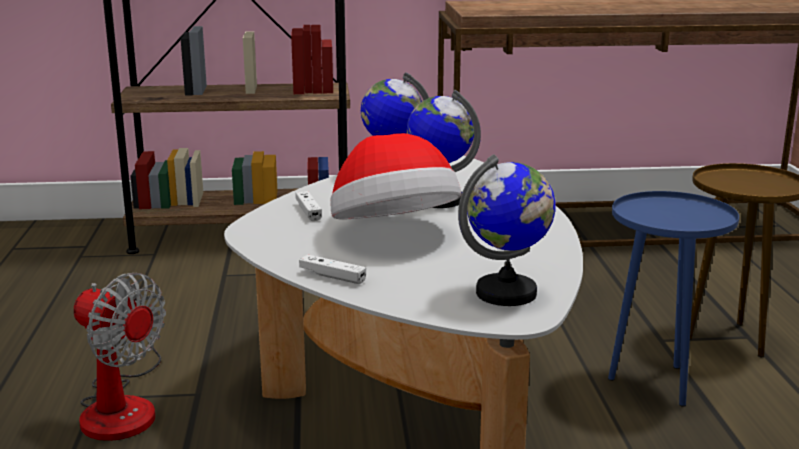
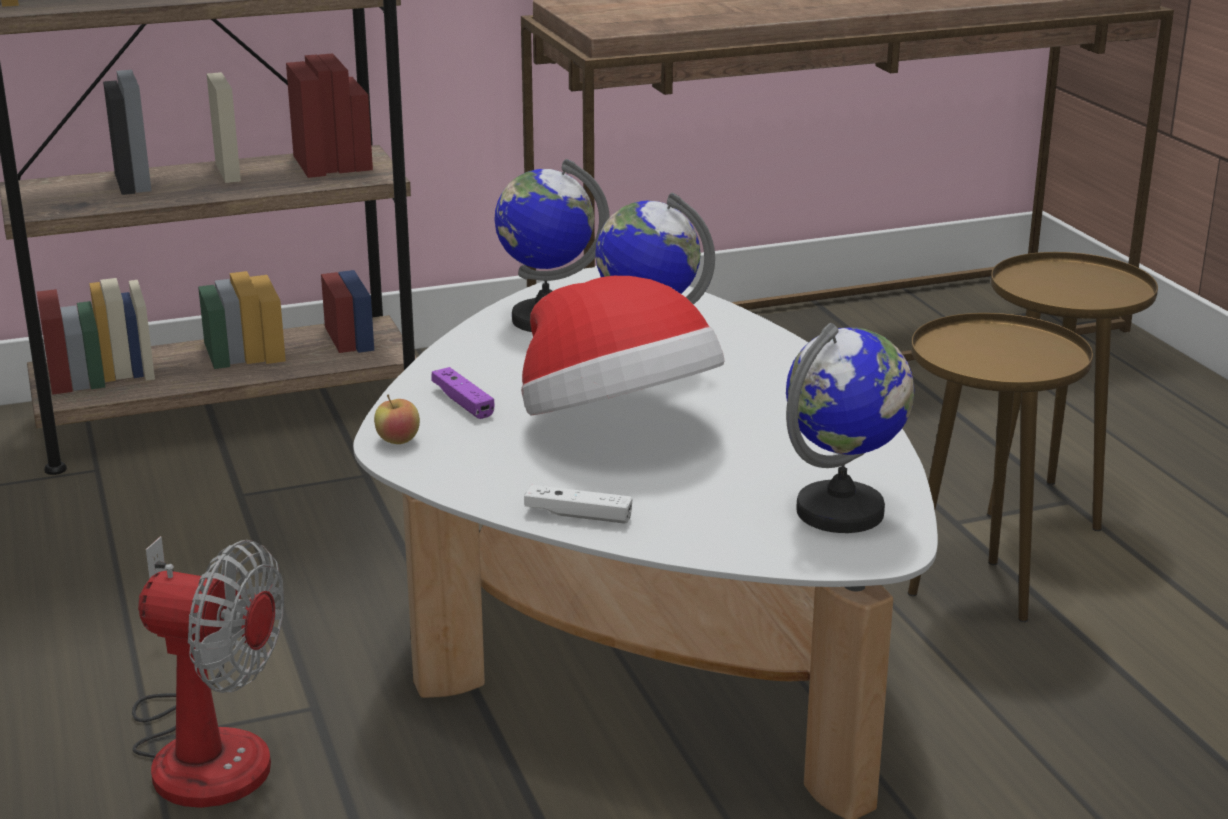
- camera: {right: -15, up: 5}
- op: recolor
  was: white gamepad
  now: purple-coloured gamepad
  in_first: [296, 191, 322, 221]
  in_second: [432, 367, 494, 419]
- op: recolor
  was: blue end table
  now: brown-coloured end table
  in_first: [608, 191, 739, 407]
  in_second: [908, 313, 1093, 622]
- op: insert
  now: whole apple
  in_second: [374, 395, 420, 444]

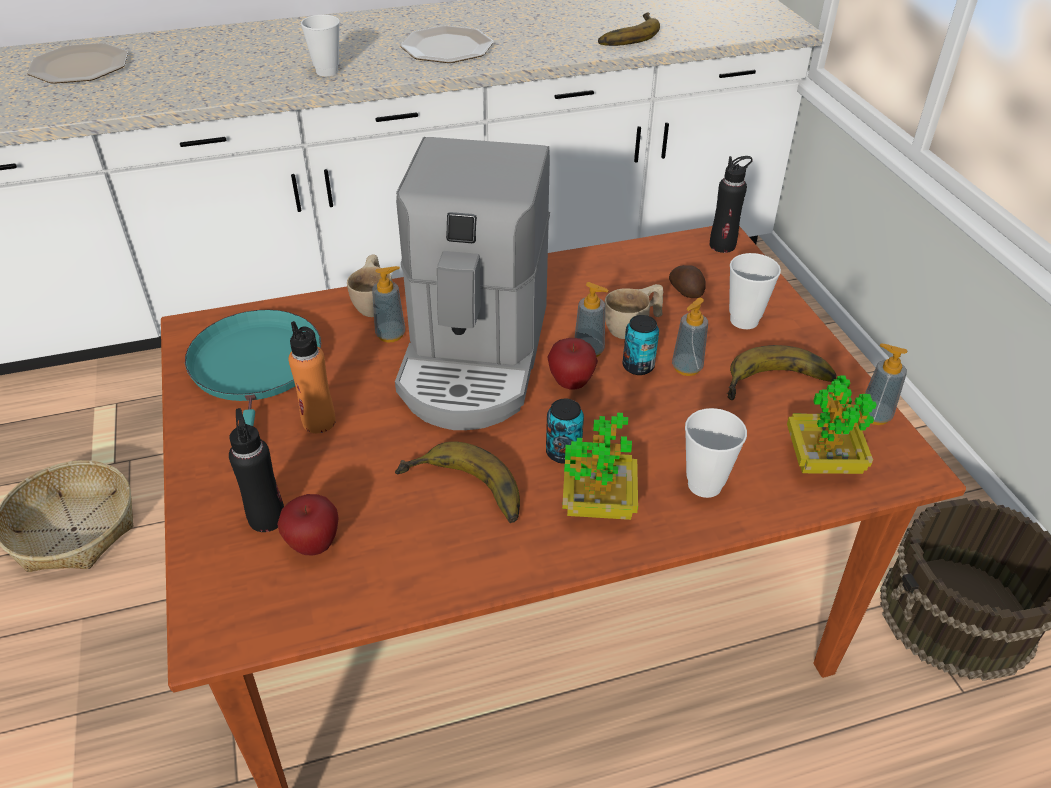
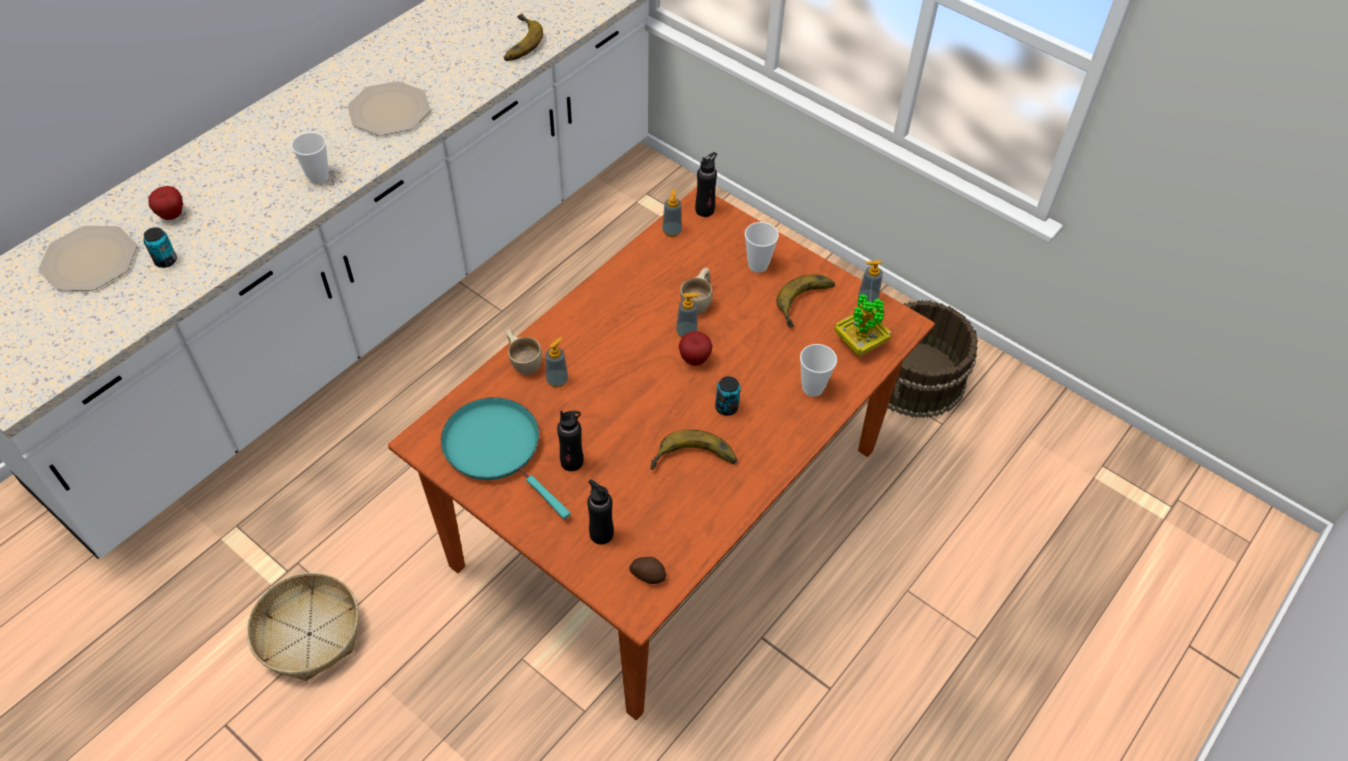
- camera: {right: -35, up: 10}
- op: delete
  was: coffee maker
  in_first: [395, 137, 550, 430]
- op: move
  was: spud
  in_first: [669, 265, 706, 298]
  in_second: [629, 557, 666, 584]
- op: move
  was: liquid soap bottle
  in_first: [672, 298, 708, 376]
  in_second: [662, 190, 682, 237]
- op: move
  was: metal can
  in_first: [622, 315, 659, 375]
  in_second: [143, 227, 177, 268]
- op: recolor
  was: orangey bottle
  now: blackish bottle
  in_first: [289, 321, 336, 433]
  in_second: [557, 411, 584, 471]
- op: delete
  was: plant in a pot
  in_first: [562, 413, 638, 520]
- op: move
  was: whole apple
  in_first: [277, 494, 339, 556]
  in_second: [148, 186, 183, 220]

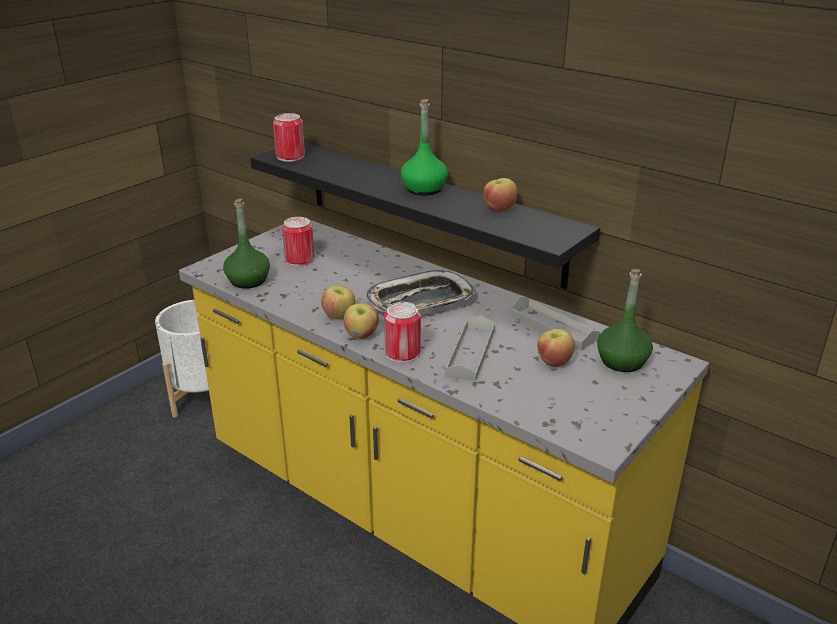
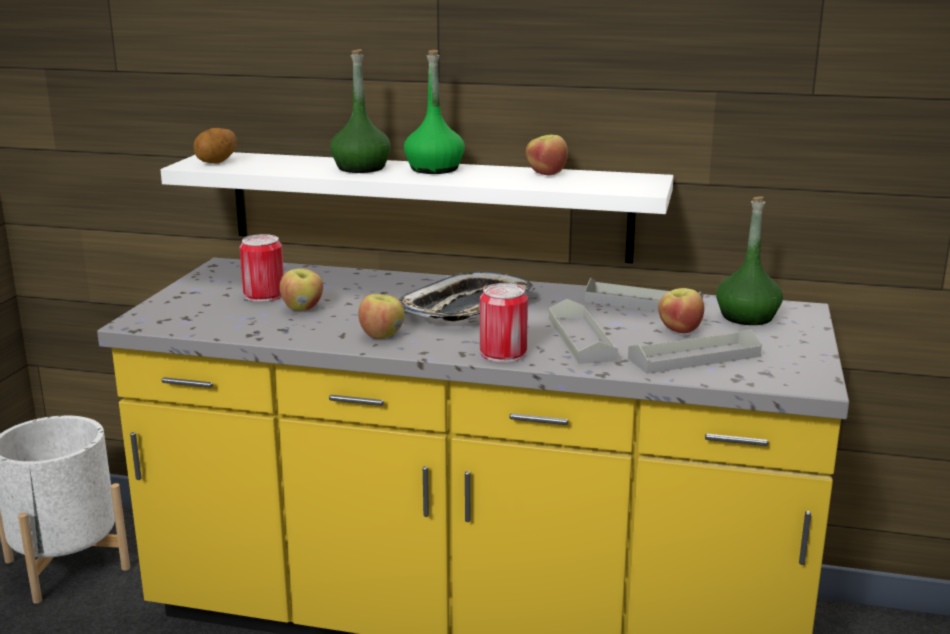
- camera: {right: -25, up: -10}
- op: replace
  was: metal can
  now: spud
  in_first: [273, 113, 305, 162]
  in_second: [193, 128, 237, 164]
- op: recolor
  was: blackish bracket shelf
  now: white bracket shelf
  in_first: [250, 143, 600, 289]
  in_second: [160, 152, 674, 263]
- op: move
  was: greenish bottle
  in_first: [223, 198, 270, 289]
  in_second: [330, 49, 391, 173]
- op: move
  was: whole apple
  in_first: [344, 303, 379, 339]
  in_second: [279, 268, 323, 311]
- op: insert
  now: gray carrying tray
  in_second: [628, 329, 762, 374]

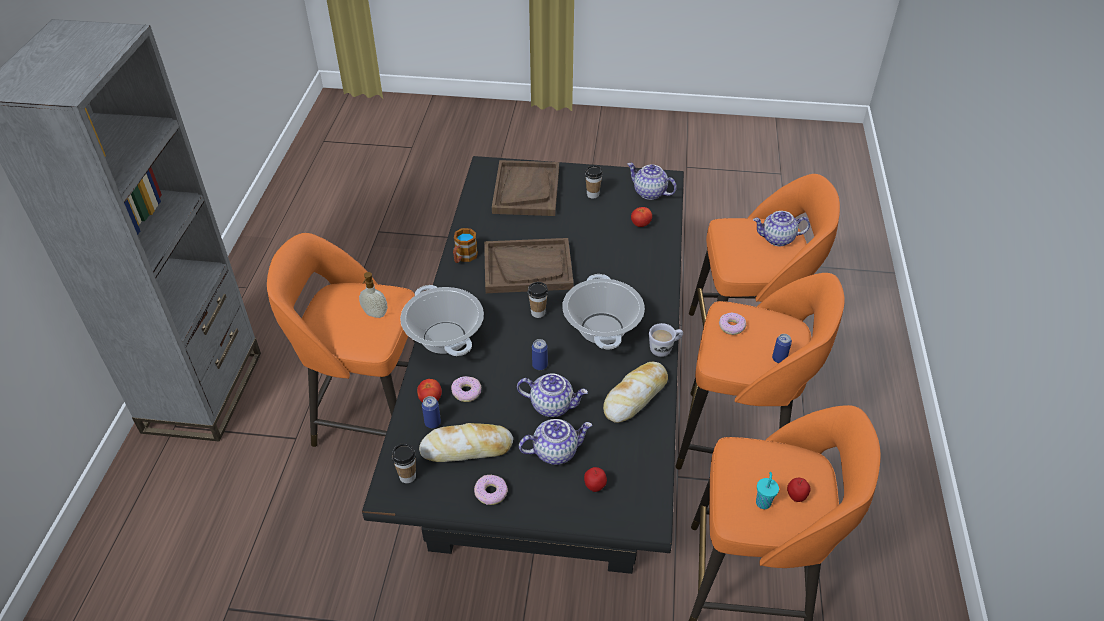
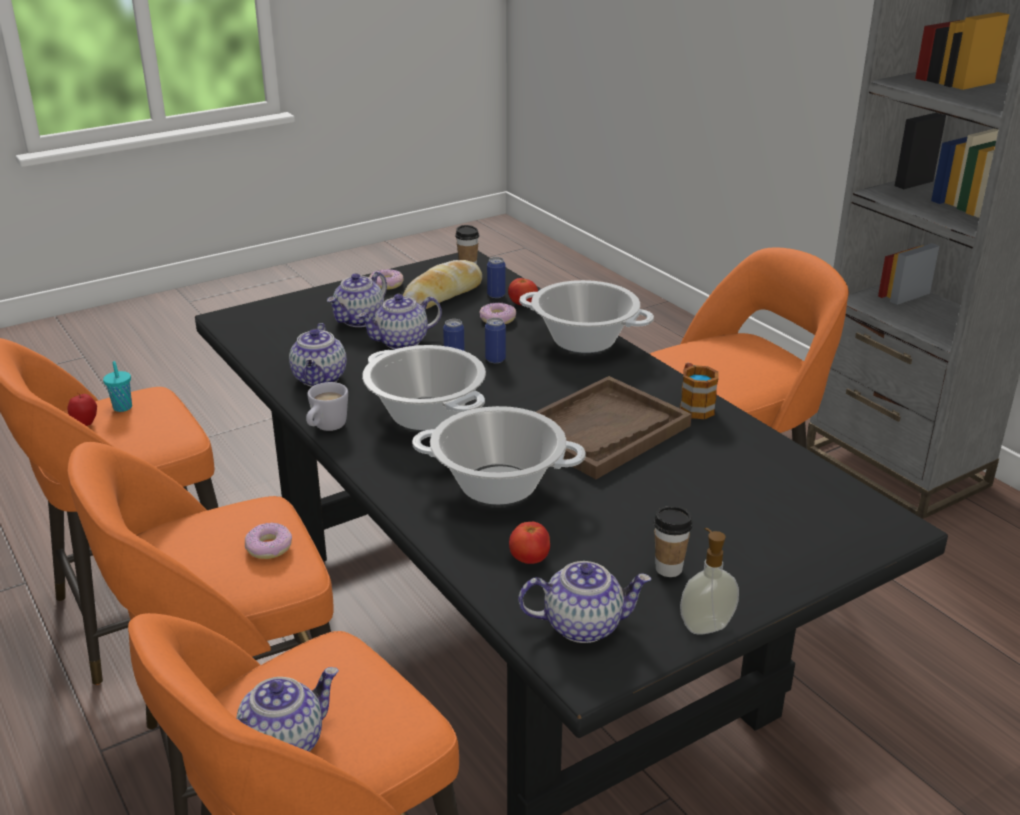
- camera: {right: 140, up: -15}
- op: delete
  was: brown-coloured carrying tray
  in_first: [492, 160, 559, 216]
- op: move
  was: liquid soap bottle
  in_first: [359, 272, 387, 318]
  in_second: [680, 528, 739, 635]
- op: delete
  was: drinking cup
  in_first: [528, 282, 548, 318]
- op: move
  was: metal can
  in_first: [772, 334, 792, 363]
  in_second: [485, 318, 506, 363]
- op: replace
  was: bakery bread
  now: teapot
  in_first: [603, 362, 668, 423]
  in_second: [289, 323, 347, 387]
- op: delete
  was: whole apple
  in_first: [584, 467, 607, 492]
- op: insert
  now: cooking pot
  in_second: [412, 406, 586, 505]

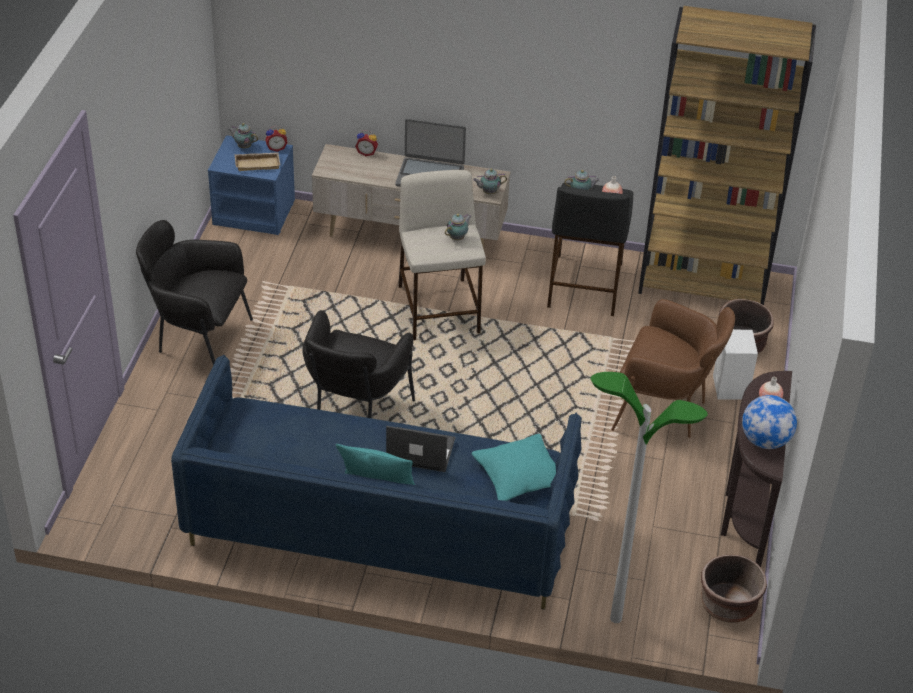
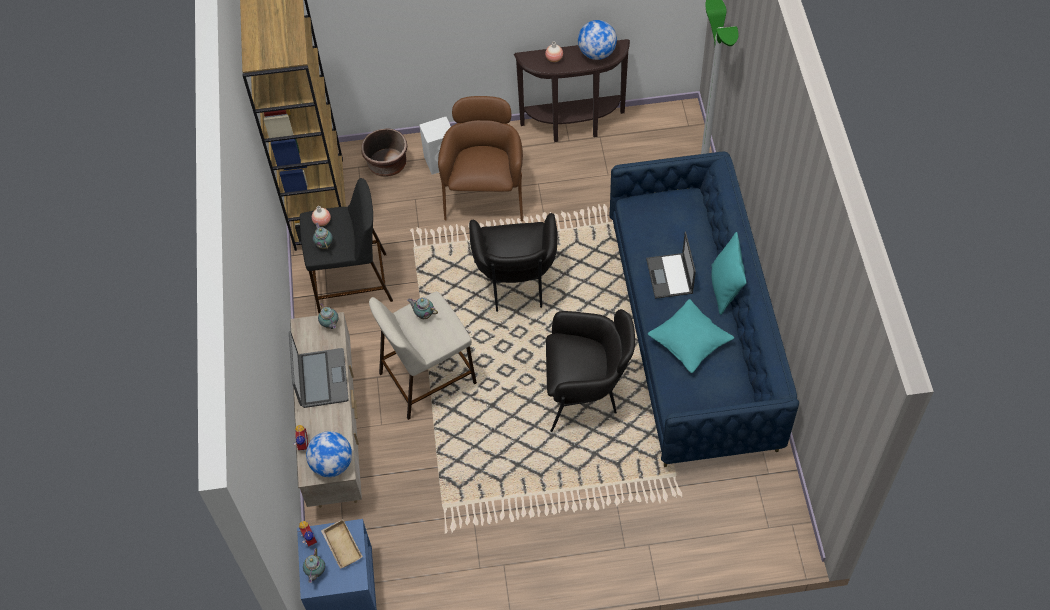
- camera: {right: -105, up: 15}
- op: move
  was: blackish easy chair
  in_first: [136, 220, 253, 365]
  in_second: [469, 213, 557, 312]
- op: move
  was: turquoise pillow
  in_first: [472, 434, 556, 501]
  in_second: [648, 299, 735, 373]
- op: delete
  was: brown-coloured planter
  in_first: [701, 554, 767, 623]
- op: insert
  now: globe
  in_second: [306, 431, 352, 477]

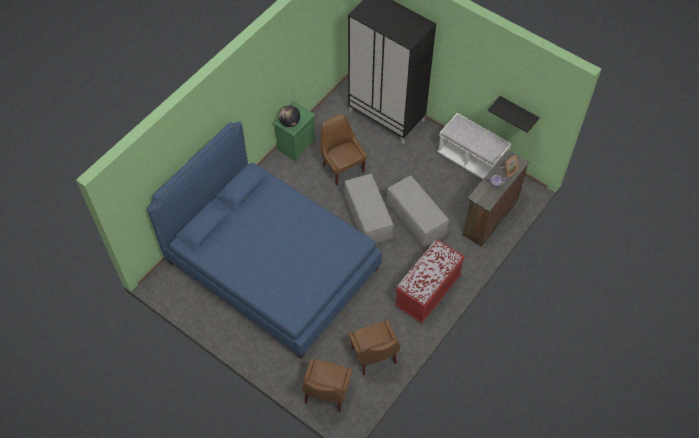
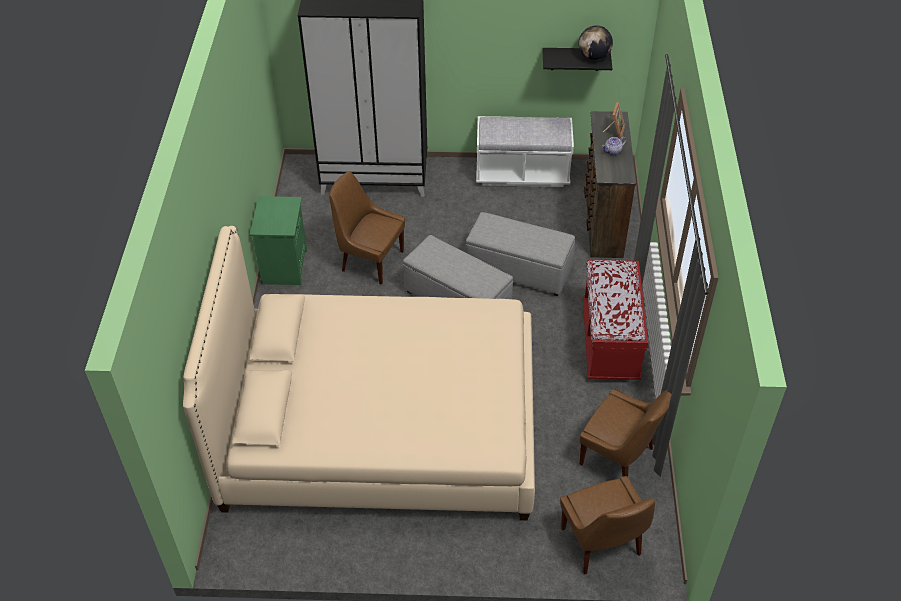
- camera: {right: -35, up: -10}
- op: move
  was: globe
  in_first: [279, 105, 300, 127]
  in_second: [579, 26, 613, 60]
- op: recolor
  was: blue bedroom bed
  now: beige bedroom bed
  in_first: [147, 122, 382, 359]
  in_second: [183, 226, 535, 520]

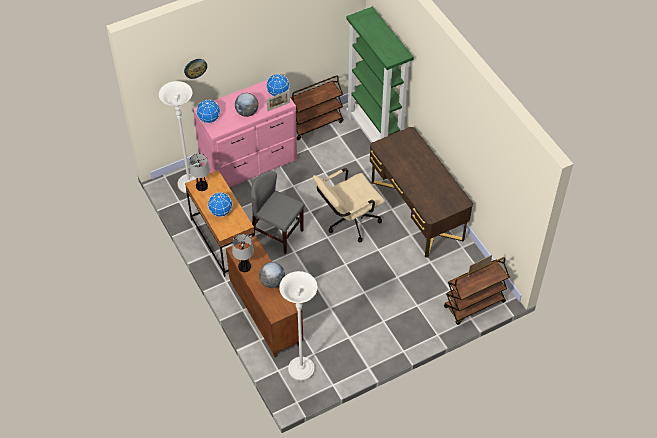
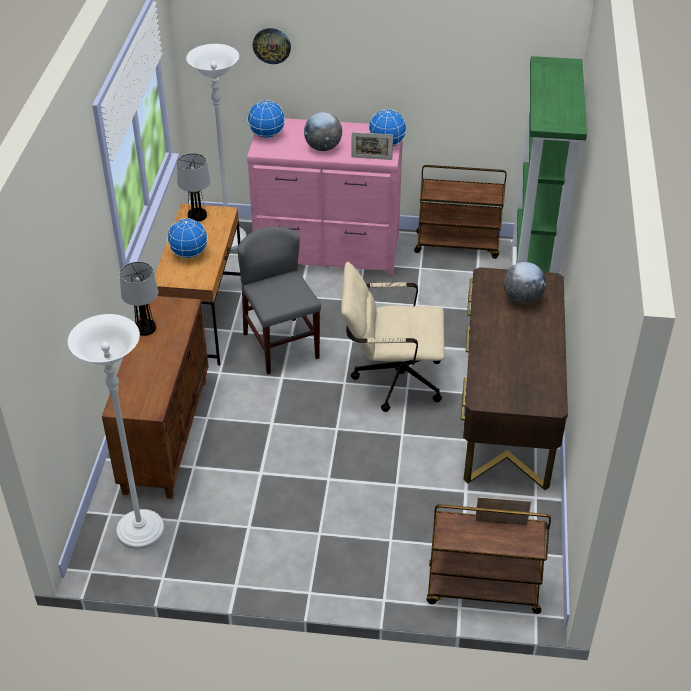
- camera: {right: 35, up: -10}
- op: move
  was: globe
  in_first: [259, 262, 285, 288]
  in_second: [504, 262, 546, 304]

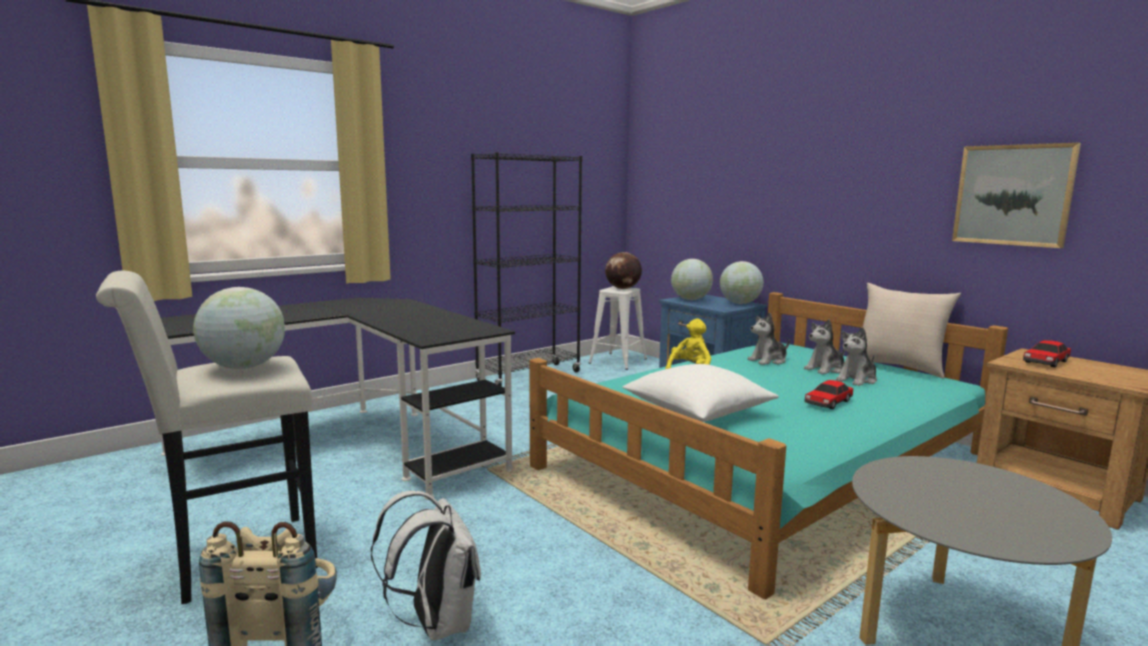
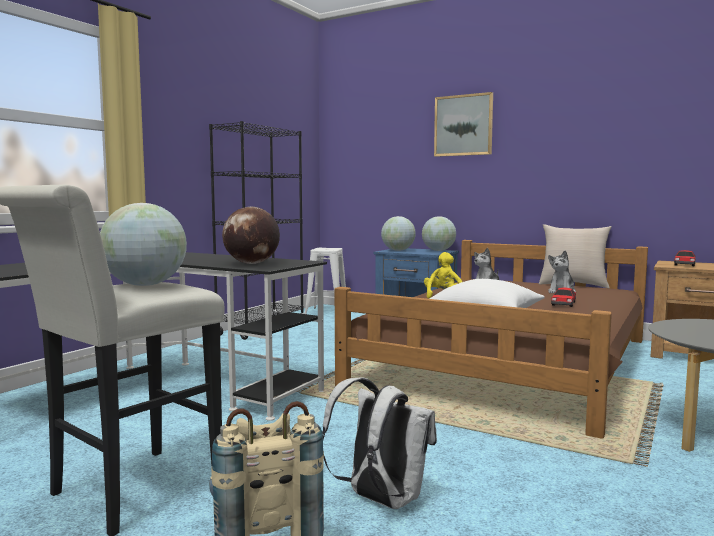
- camera: {right: -20, up: -5}
- op: move
  was: picture
  in_first: [952, 143, 1081, 248]
  in_second: [434, 92, 493, 157]
- op: move
  was: globe
  in_first: [605, 252, 642, 289]
  in_second: [222, 207, 280, 264]
- op: recolor
  was: turquoise bedroom bed
  now: brown-coloured bedroom bed
  in_first: [529, 292, 1008, 599]
  in_second: [335, 240, 648, 439]
- op: delete
  was: plush toy
  in_first: [804, 319, 845, 374]

